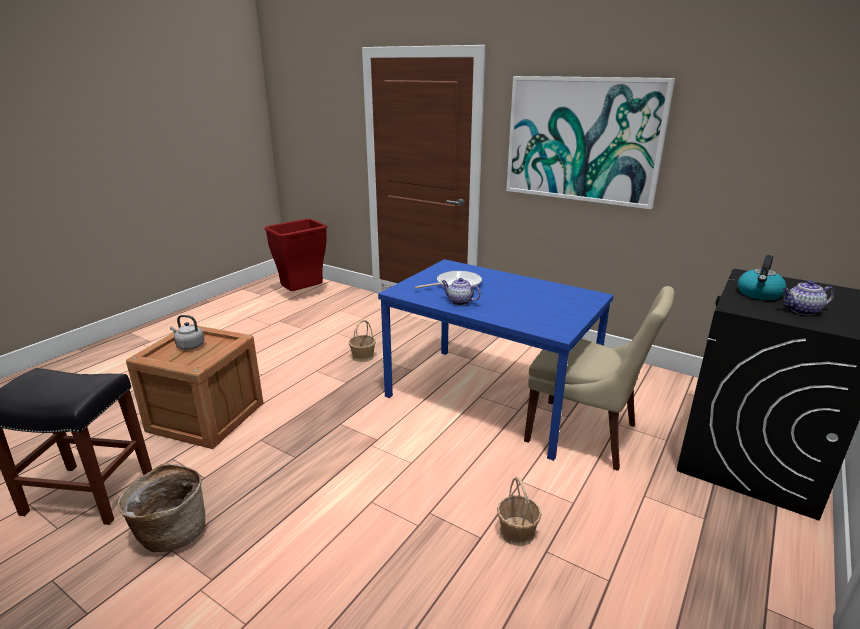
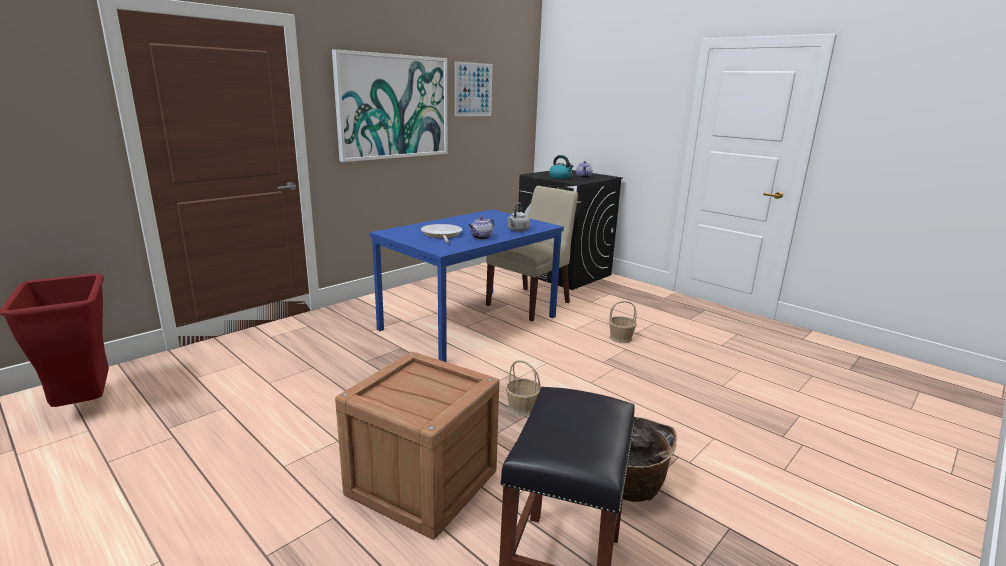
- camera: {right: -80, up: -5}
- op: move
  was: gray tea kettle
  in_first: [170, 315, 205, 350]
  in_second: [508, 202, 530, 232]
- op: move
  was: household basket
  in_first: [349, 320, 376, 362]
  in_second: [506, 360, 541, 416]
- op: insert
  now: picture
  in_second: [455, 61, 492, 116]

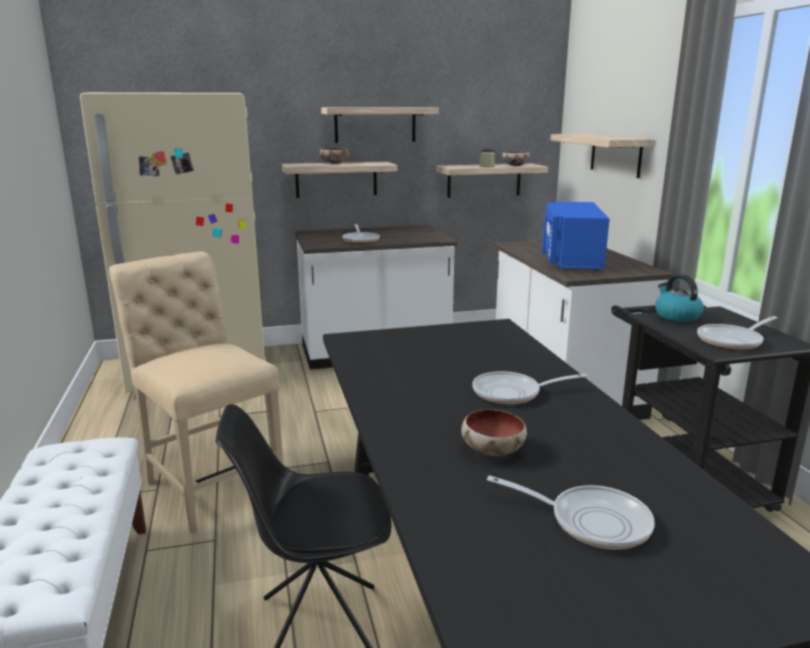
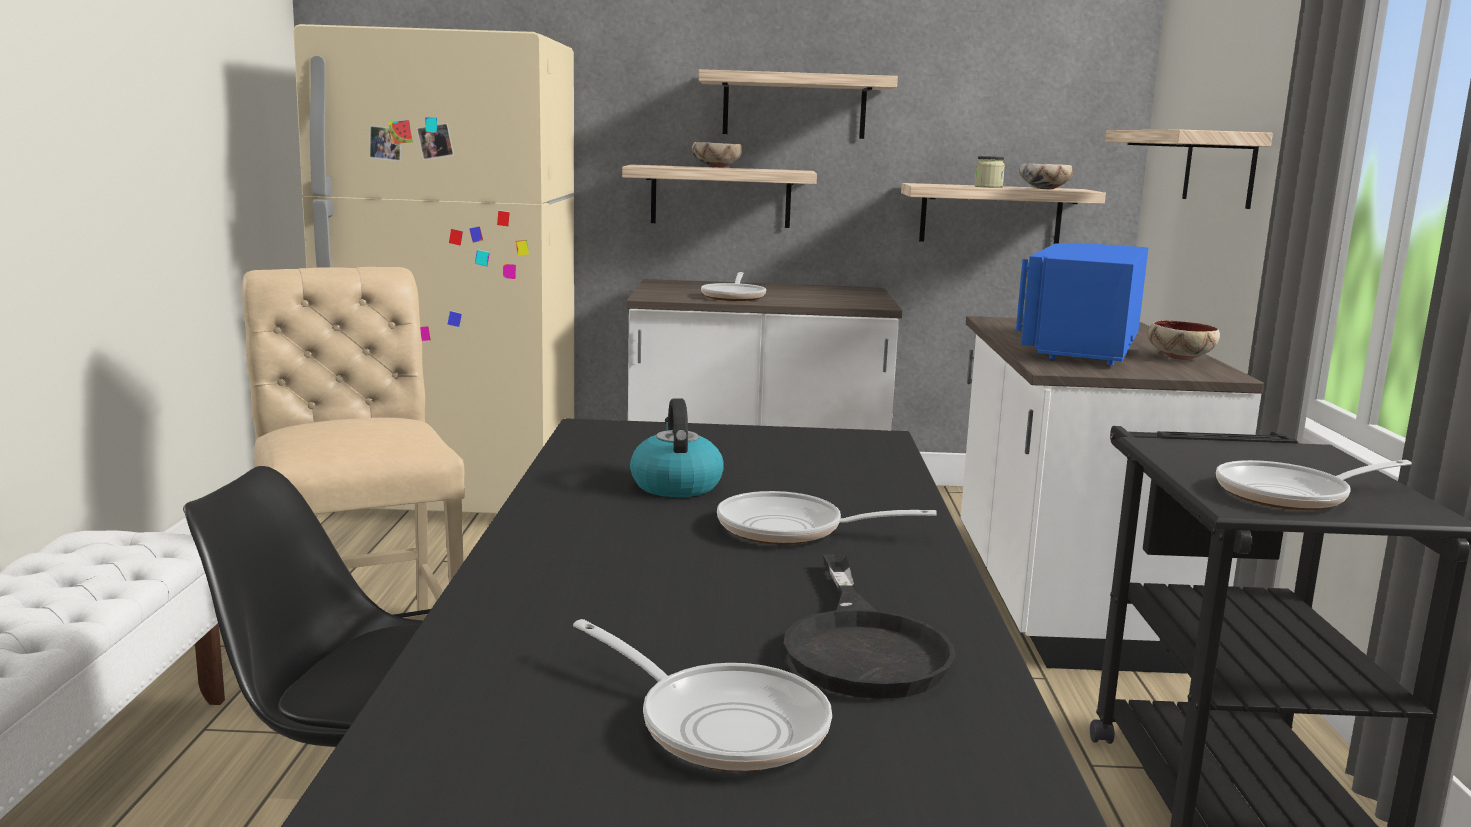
- camera: {right: 15, up: -5}
- op: move
  was: tea kettle
  in_first: [655, 274, 704, 322]
  in_second: [630, 398, 724, 497]
- op: move
  was: bowl
  in_first: [461, 409, 527, 456]
  in_second: [1148, 320, 1220, 360]
- op: insert
  now: blackish frying pan
  in_second: [784, 554, 956, 699]

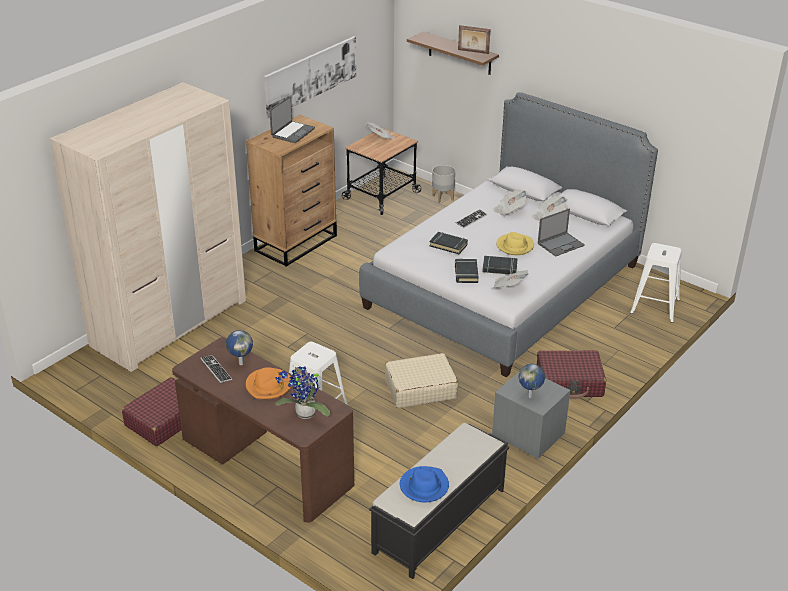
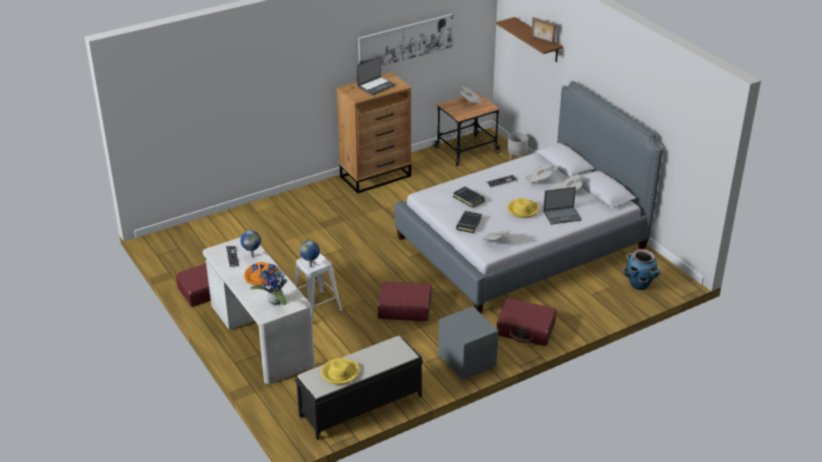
- camera: {right: 20, up: 0}
- op: delete
  was: beige armoire
  in_first: [50, 82, 246, 372]
- op: replace
  was: white sitting stool
  now: planter
  in_first: [630, 243, 682, 323]
  in_second: [623, 249, 661, 290]
- op: delete
  was: blackish book
  in_first: [482, 256, 518, 274]
- op: recolor
  was: brown-coloured desk table
  now: white desk table
  in_first: [172, 337, 354, 523]
  in_second: [203, 237, 315, 384]
- op: recolor
  was: beige travel case
  now: red-coloured travel case
  in_first: [385, 353, 458, 408]
  in_second: [377, 281, 432, 321]
- op: move
  was: globe
  in_first: [518, 364, 545, 398]
  in_second: [300, 241, 320, 267]
- op: recolor
  was: blue clothing hat
  now: yellowish clothing hat
  in_first: [400, 466, 449, 502]
  in_second: [321, 358, 359, 385]

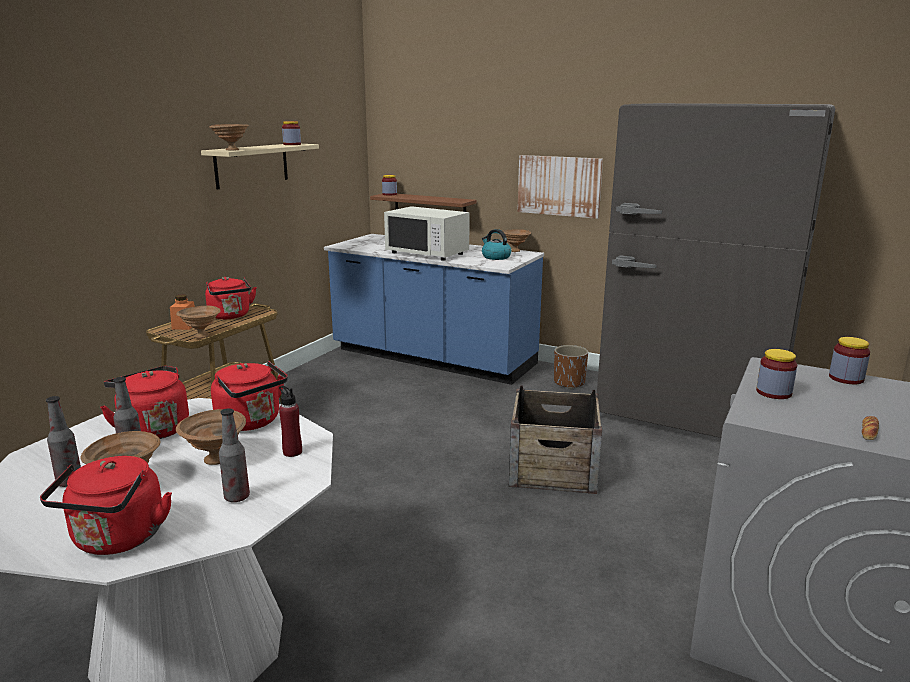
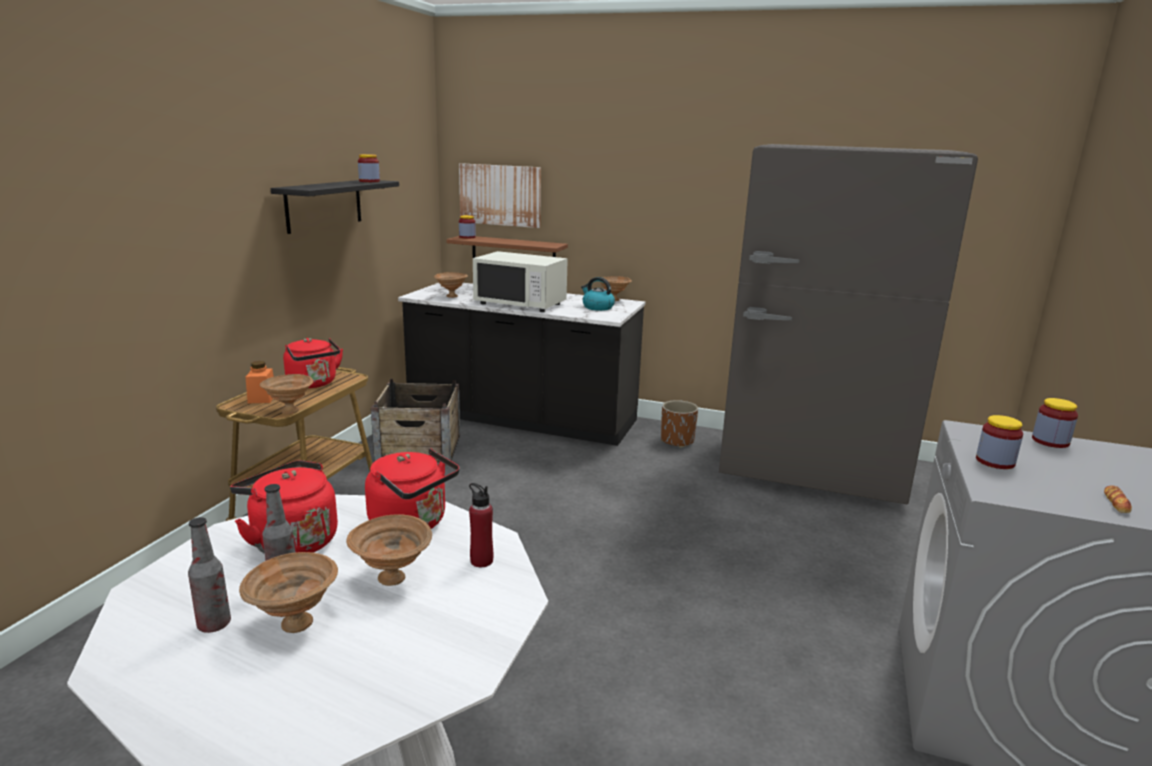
- camera: {right: -10, up: 0}
- op: move
  was: brown-coloured bowl
  in_first: [209, 124, 249, 151]
  in_second: [434, 272, 468, 298]
- op: recolor
  was: beige bracket shelf
  now: blackish bracket shelf
  in_first: [201, 144, 319, 189]
  in_second: [271, 180, 399, 234]
- op: move
  was: picture
  in_first: [517, 155, 603, 219]
  in_second: [459, 163, 541, 228]
- op: recolor
  was: blue kitchen counter
  now: blackish kitchen counter
  in_first: [324, 234, 544, 385]
  in_second: [398, 283, 645, 446]
- op: move
  was: shipping crate
  in_first: [509, 385, 602, 494]
  in_second: [371, 379, 460, 466]
- op: delete
  was: bottle
  in_first: [219, 408, 250, 502]
- op: delete
  was: red-coloured tea kettle
  in_first: [40, 456, 172, 555]

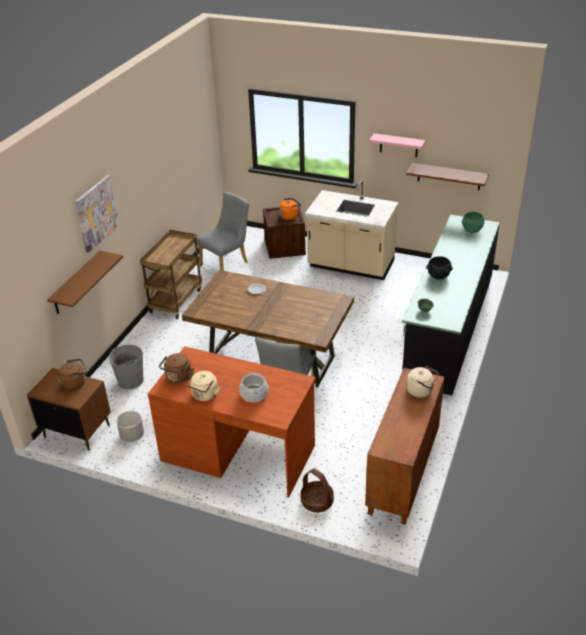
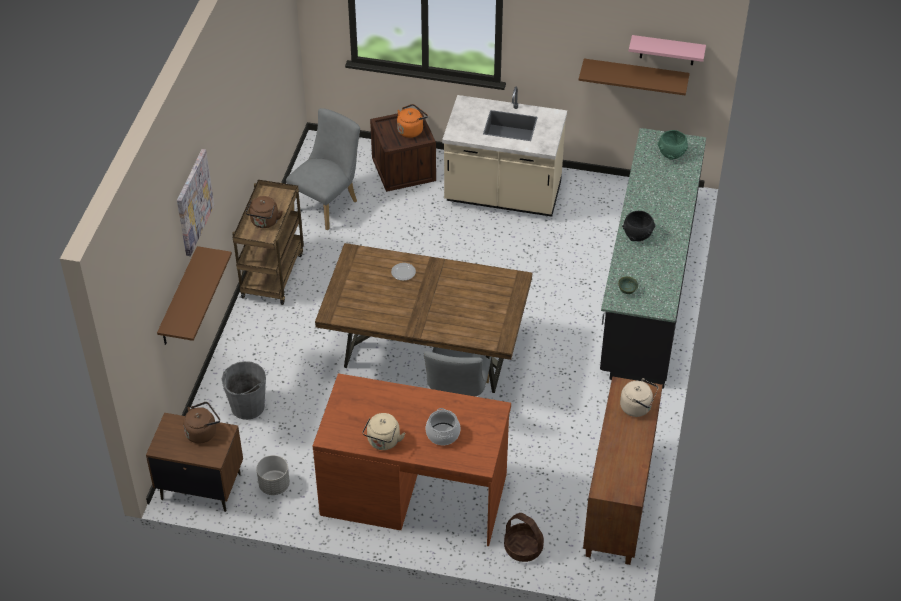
- camera: {right: -10, up: 10}
- op: move
  was: pink bracket shelf
  in_first: [369, 133, 426, 157]
  in_second: [629, 35, 706, 65]
- op: move
  was: brown-coloured tea kettle
  in_first: [159, 353, 194, 383]
  in_second: [246, 196, 283, 228]

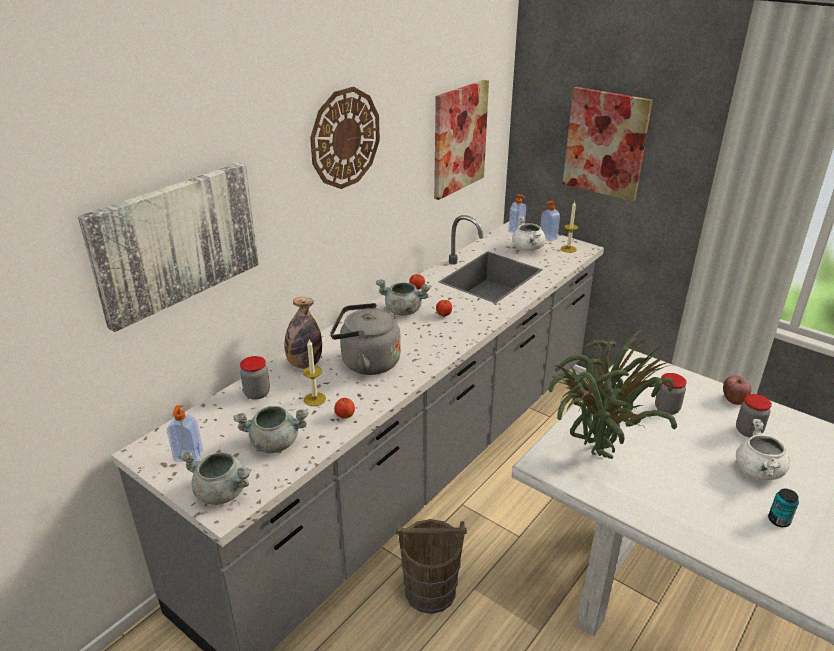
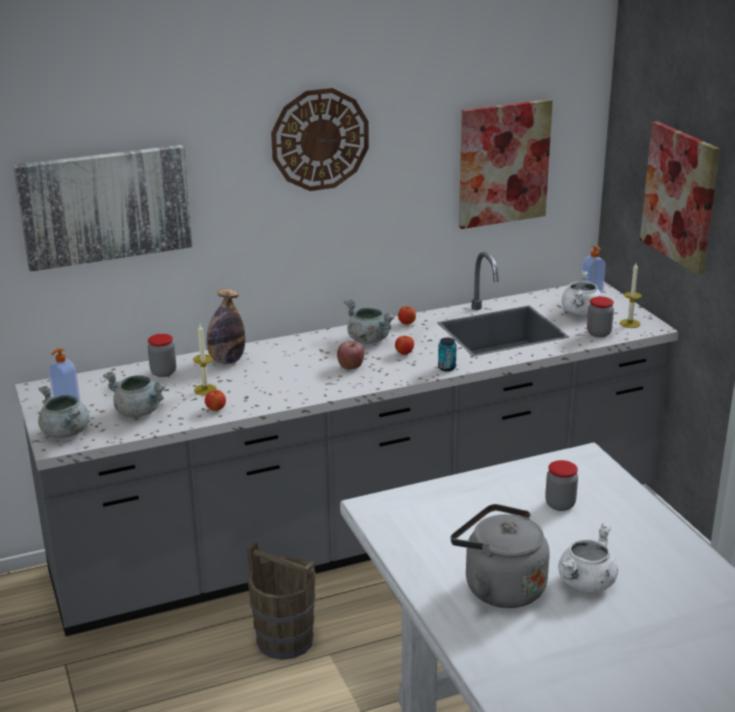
- camera: {right: 30, up: -5}
- op: delete
  was: liquid soap bottle
  in_first: [540, 201, 560, 242]
- op: move
  was: gray tea kettle
  in_first: [330, 303, 401, 375]
  in_second: [451, 504, 550, 608]
- op: delete
  was: plant in a pot
  in_first: [549, 329, 677, 459]
- op: move
  was: whole apple
  in_first: [723, 376, 751, 405]
  in_second: [337, 341, 364, 370]
- op: move
  was: storage jar
  in_first: [736, 394, 772, 437]
  in_second: [587, 296, 614, 337]
- op: move
  was: metal can
  in_first: [768, 489, 799, 527]
  in_second: [438, 337, 457, 371]

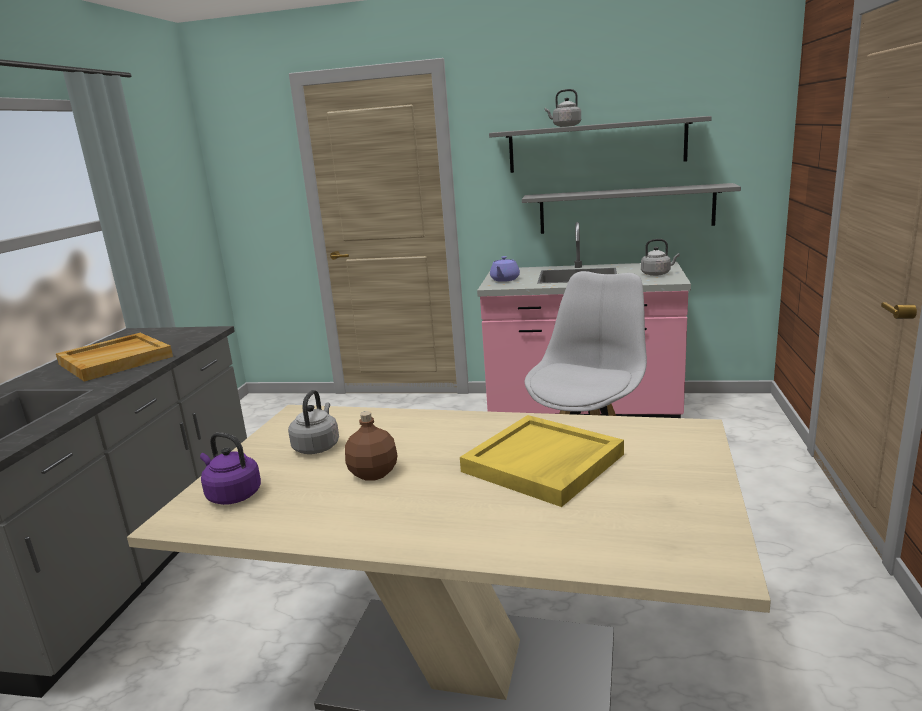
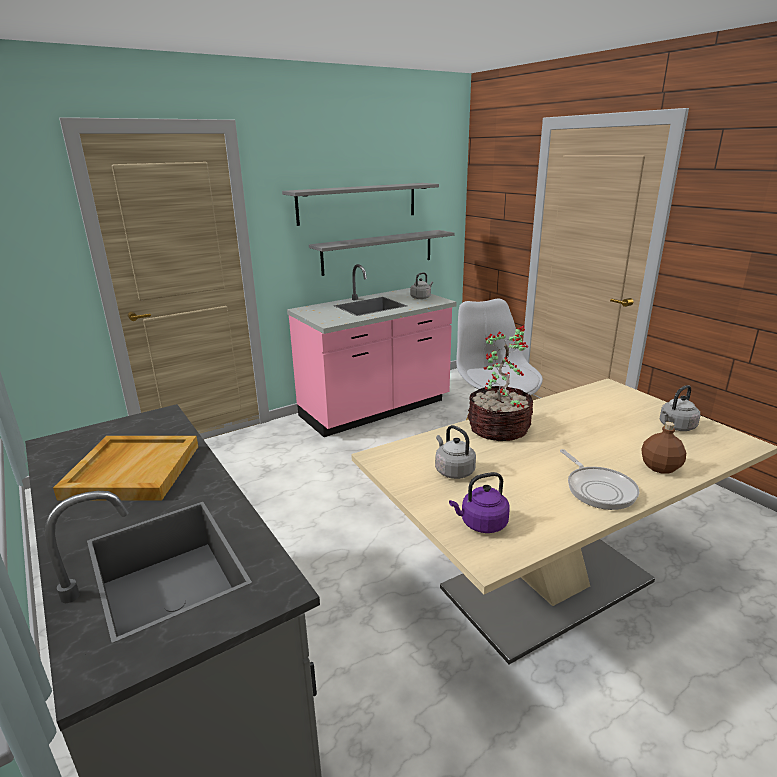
- camera: {right: -45, up: 5}
- op: move
  was: gray tea kettle
  in_first: [545, 89, 581, 127]
  in_second: [660, 385, 700, 431]
- op: delete
  was: purple-coloured teapot
  in_first: [490, 256, 520, 282]
- op: move
  was: brown-coloured bottle
  in_first: [345, 411, 398, 481]
  in_second: [641, 422, 686, 474]
- op: delete
  was: yellowish carrying tray
  in_first: [460, 415, 624, 507]
- op: insert
  now: plant in a pot
  in_second: [468, 325, 533, 441]
- op: insert
  now: frying pan
  in_second: [560, 449, 639, 510]

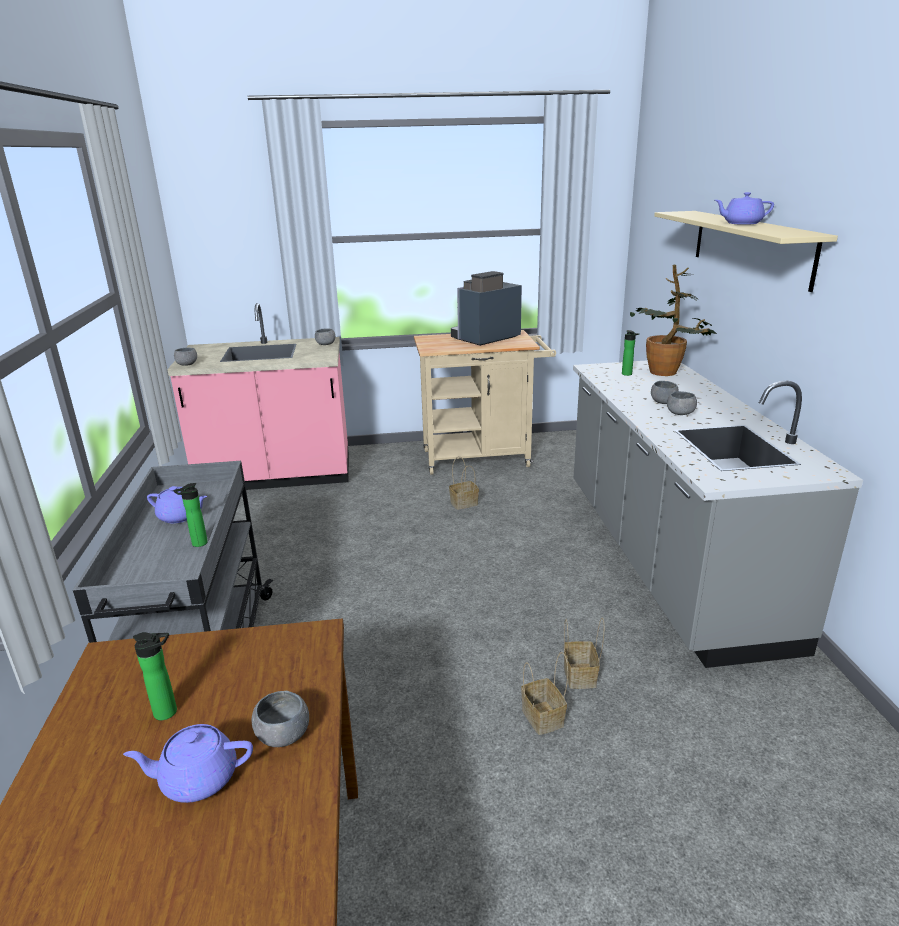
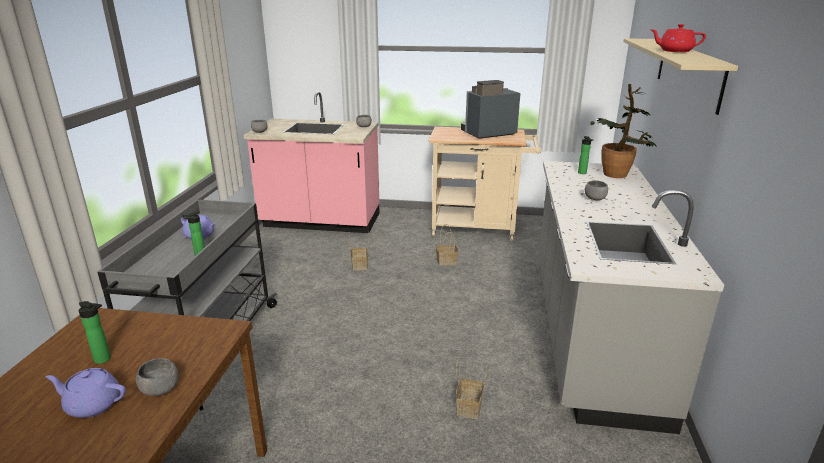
- camera: {right: 15, up: 0}
- op: recolor
  was: purple-coloured teapot
  now: red-coloured teapot
  in_first: [715, 192, 774, 225]
  in_second: [650, 24, 706, 52]
- op: delete
  was: gray bowl
  in_first: [667, 391, 697, 415]
- op: move
  was: household basket
  in_first: [521, 652, 568, 735]
  in_second: [349, 231, 369, 270]

